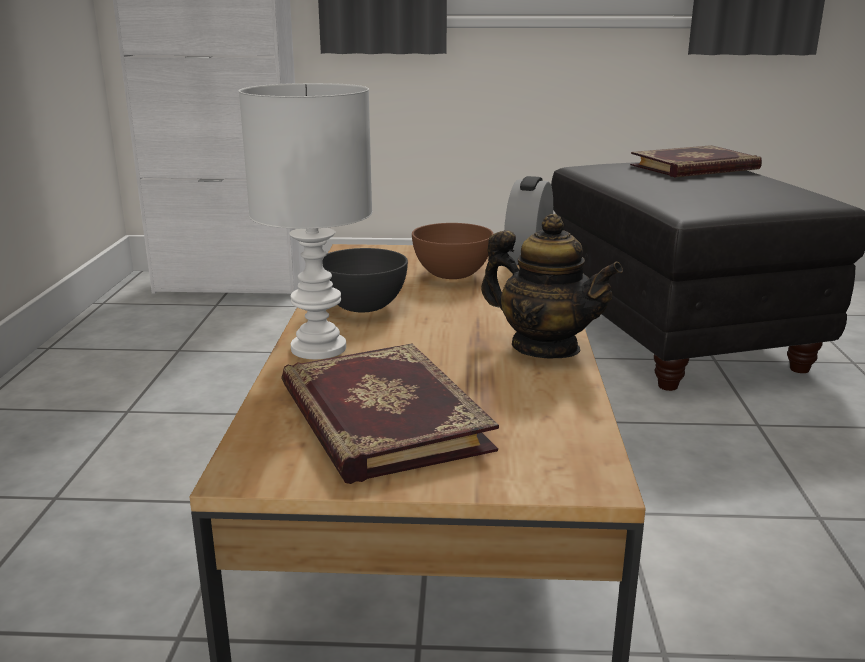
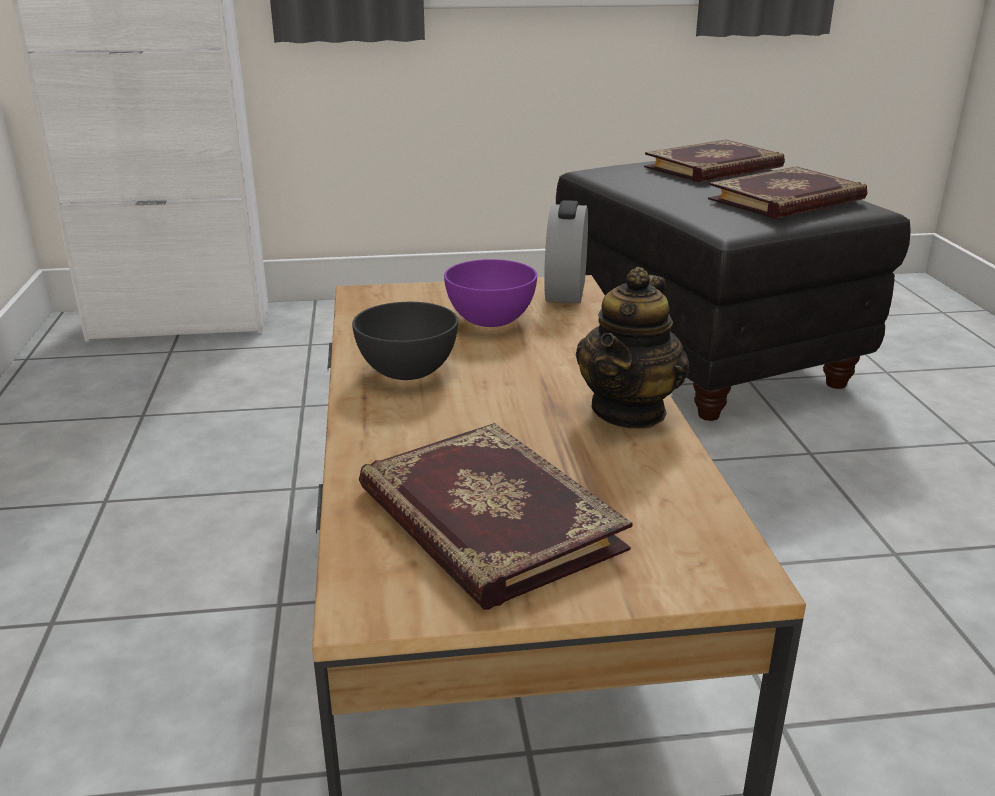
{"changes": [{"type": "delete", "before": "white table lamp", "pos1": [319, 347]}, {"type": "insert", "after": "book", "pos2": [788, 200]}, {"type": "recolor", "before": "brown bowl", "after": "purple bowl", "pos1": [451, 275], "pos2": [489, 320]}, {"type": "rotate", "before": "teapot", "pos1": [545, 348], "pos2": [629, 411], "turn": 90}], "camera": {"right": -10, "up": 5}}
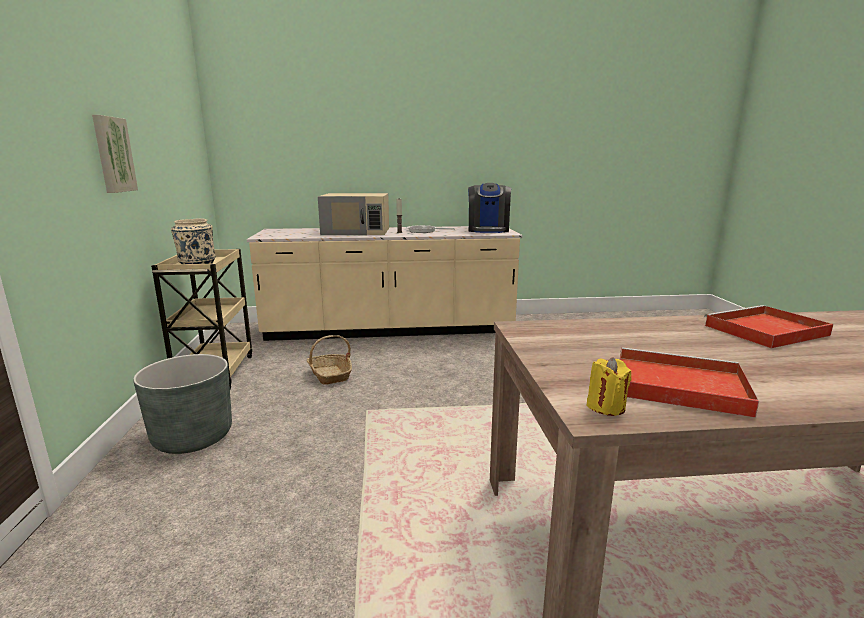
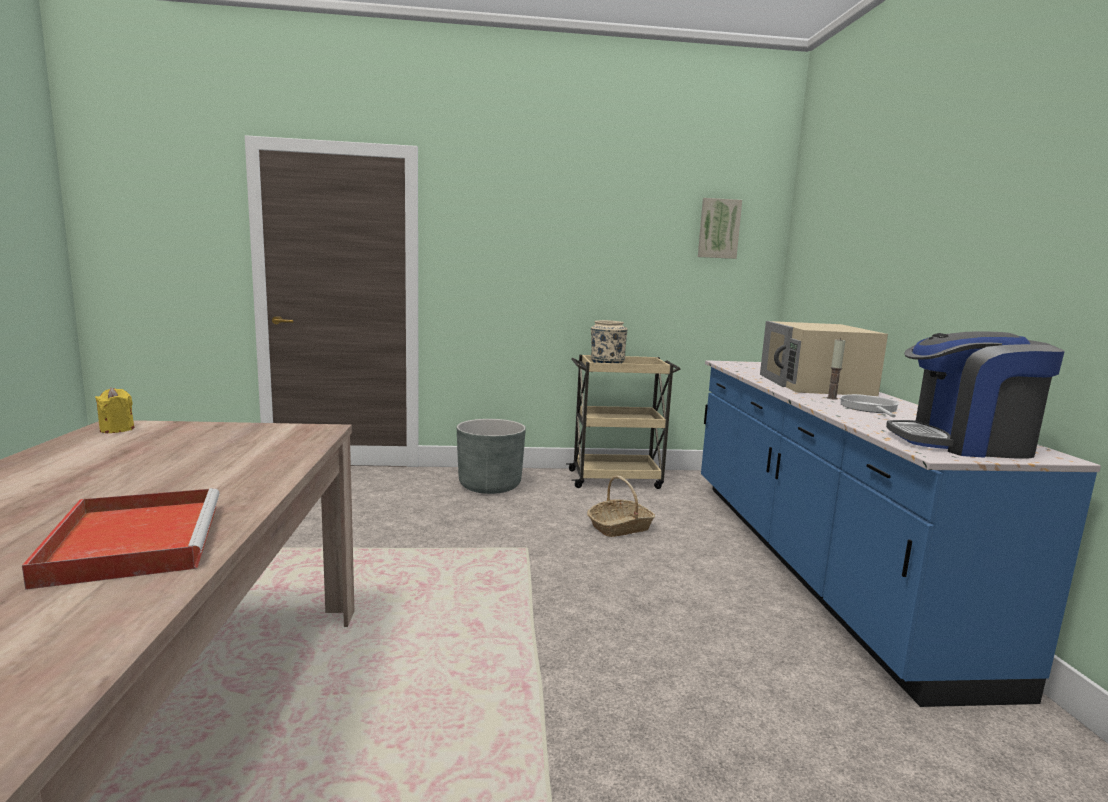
{"changes": [{"type": "delete", "before": "red tray", "pos1": [676, 385]}, {"type": "move", "before": "picture", "pos1": [113, 155], "pos2": [718, 228]}, {"type": "recolor", "before": "beige counter", "after": "blue counter", "pos1": [390, 330], "pos2": [813, 563]}], "camera": {"right": 90, "up": -5}}
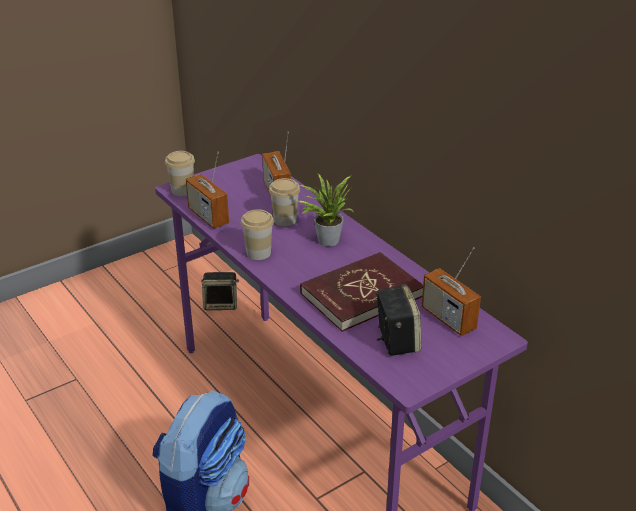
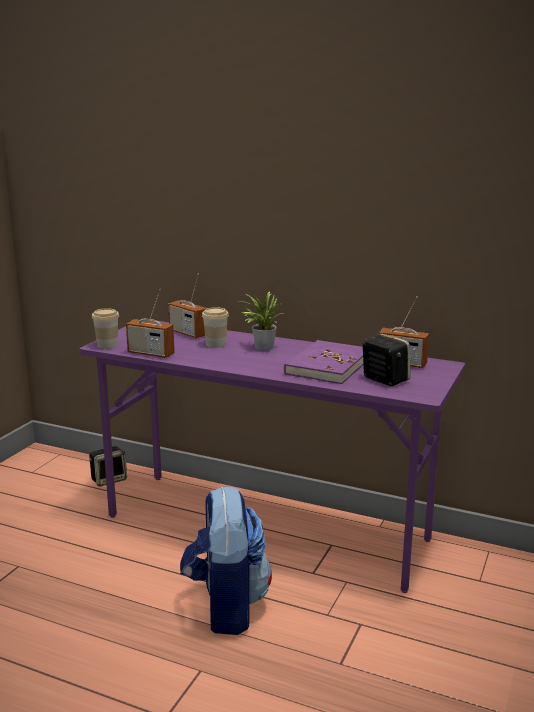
{"changes": [{"type": "delete", "before": "cup", "pos1": [258, 253]}, {"type": "recolor", "before": "red book", "after": "purple book", "pos1": [361, 295], "pos2": [328, 366]}], "camera": {"right": -30, "up": -15}}
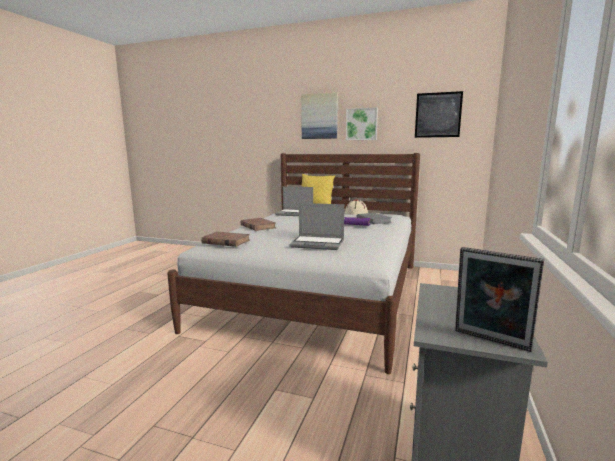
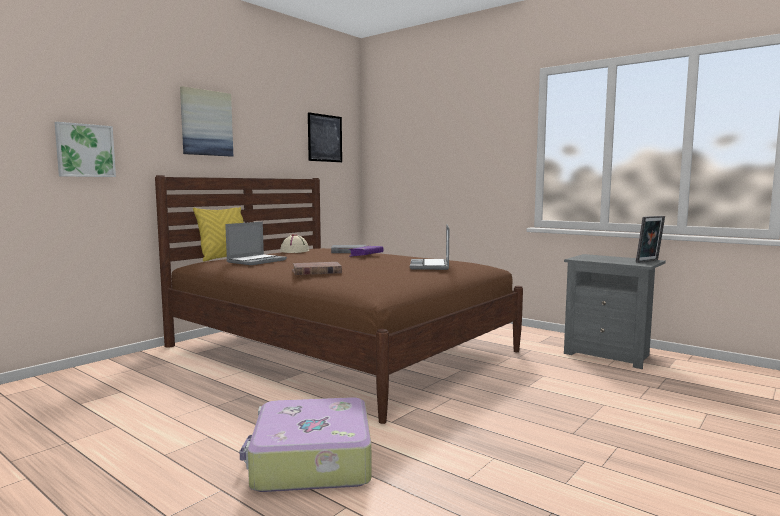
{"changes": [{"type": "delete", "before": "brown book", "pos1": [226, 242]}, {"type": "insert", "after": "suitcase", "pos2": [310, 461]}, {"type": "move", "before": "picture", "pos1": [361, 124], "pos2": [85, 150]}, {"type": "recolor", "before": "white bed", "after": "brown bed", "pos1": [318, 293], "pos2": [340, 349]}, {"type": "rotate", "before": "laptop", "pos1": [318, 244], "pos2": [430, 266], "turn": 150}], "camera": {"right": -70, "up": -5}}
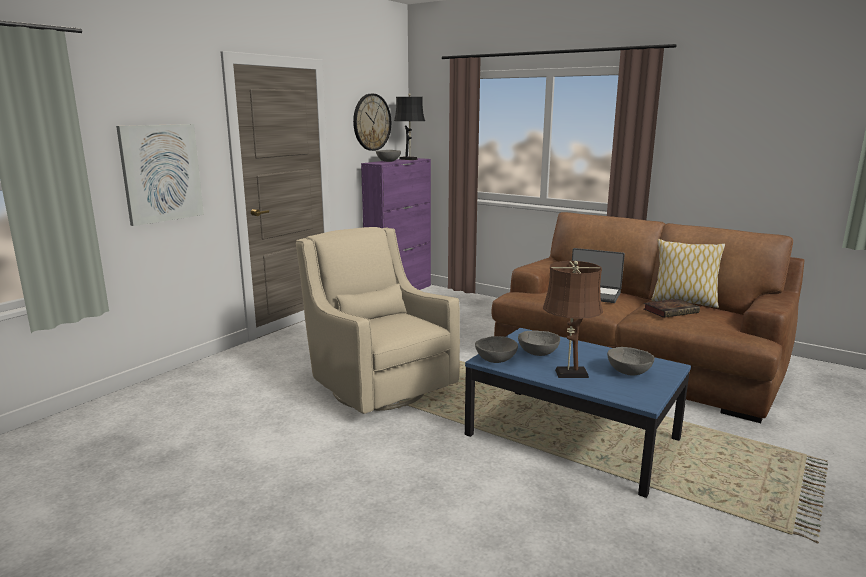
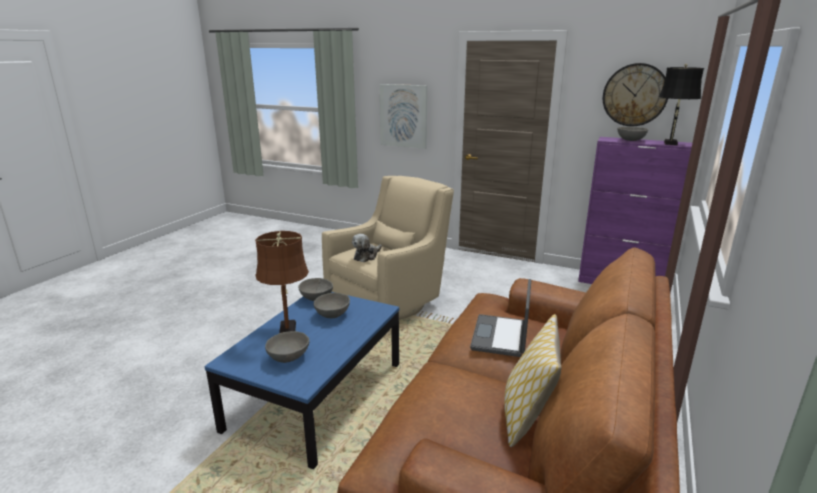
{"changes": [{"type": "delete", "before": "book", "pos1": [671, 311]}, {"type": "insert", "after": "plush toy", "pos2": [366, 256]}], "camera": {"right": 80, "up": 5}}
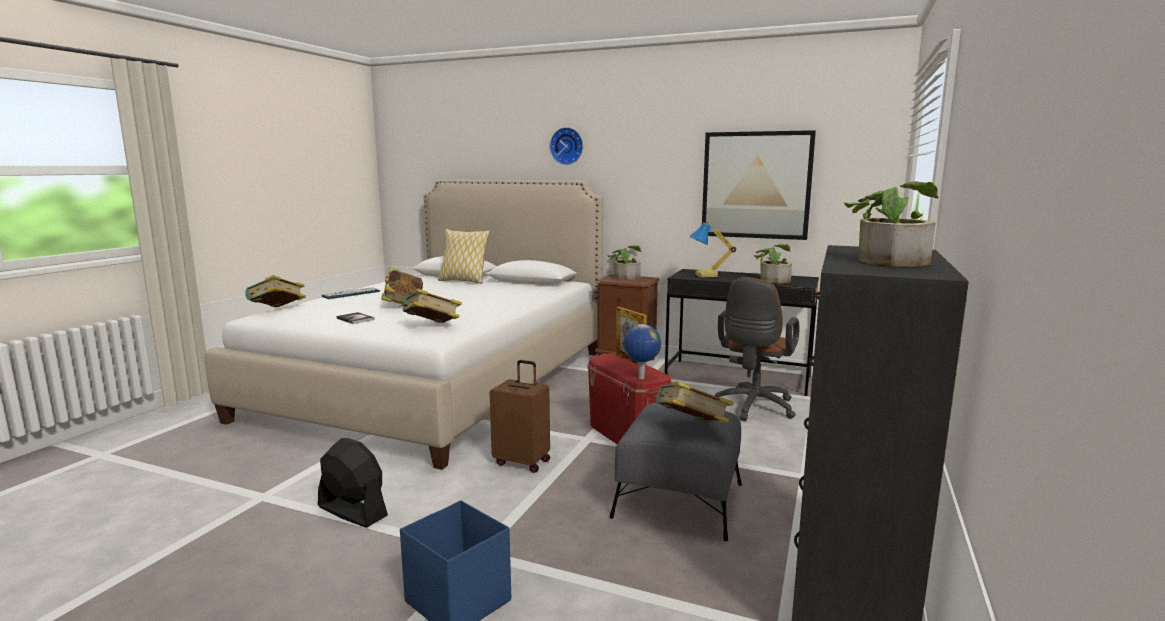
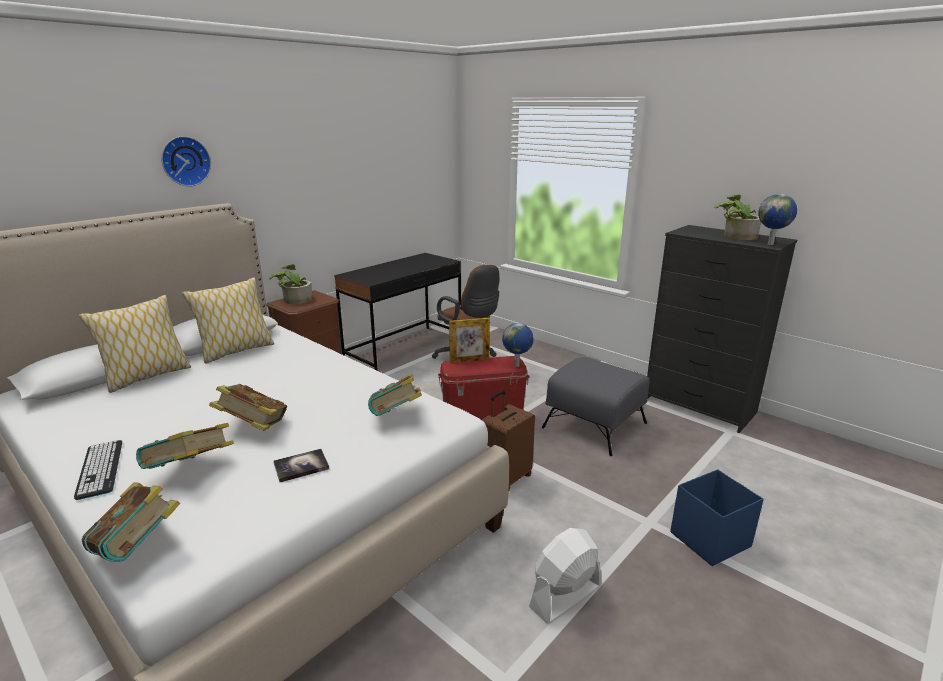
{"changes": [{"type": "delete", "before": "table lamp", "pos1": [706, 275]}, {"type": "delete", "before": "picture", "pos1": [756, 185]}, {"type": "delete", "before": "potted plant", "pos1": [772, 280]}, {"type": "insert", "after": "pillow", "pos2": [236, 351]}, {"type": "insert", "after": "globe", "pos2": [771, 244]}, {"type": "move", "before": "book", "pos1": [690, 428], "pos2": [191, 471]}, {"type": "recolor", "before": "black fan", "after": "white fan", "pos1": [352, 511], "pos2": [565, 596]}], "camera": {"right": -70, "up": 10}}
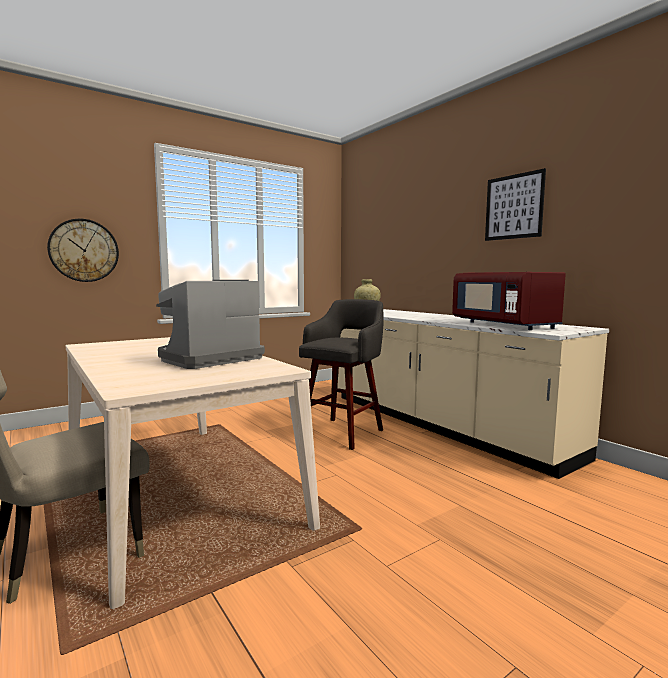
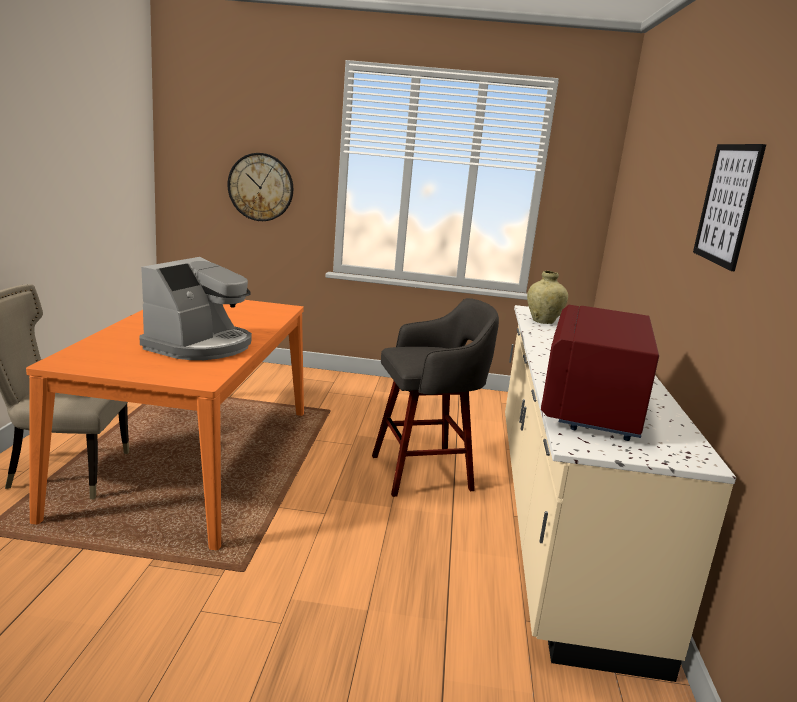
{"changes": [{"type": "recolor", "before": "beige dining table", "after": "orange dining table", "pos1": [175, 489], "pos2": [193, 458]}, {"type": "rotate", "before": "coffee machine", "pos1": [208, 359], "pos2": [200, 346], "turn": 120}], "camera": {"right": 40, "up": 10}}
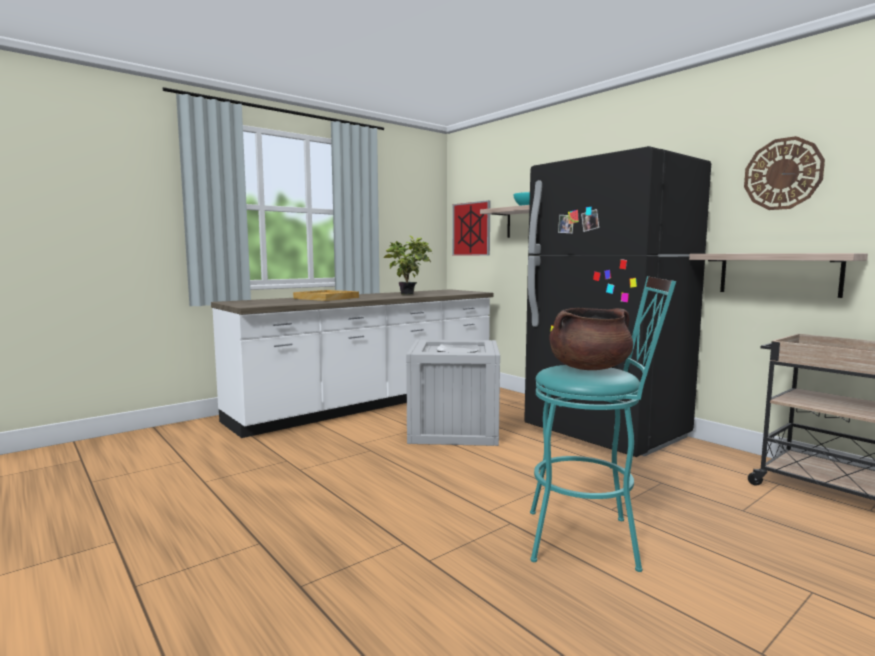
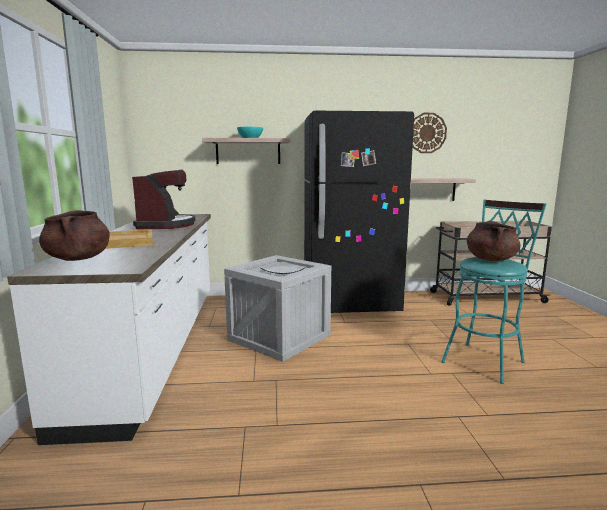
{"changes": [{"type": "delete", "before": "picture", "pos1": [471, 229]}, {"type": "insert", "after": "brown cooking pot", "pos2": [78, 259]}, {"type": "replace", "before": "potted plant", "after": "coffee machine", "pos1": [409, 294], "pos2": [166, 225]}], "camera": {"right": -55, "up": 5}}
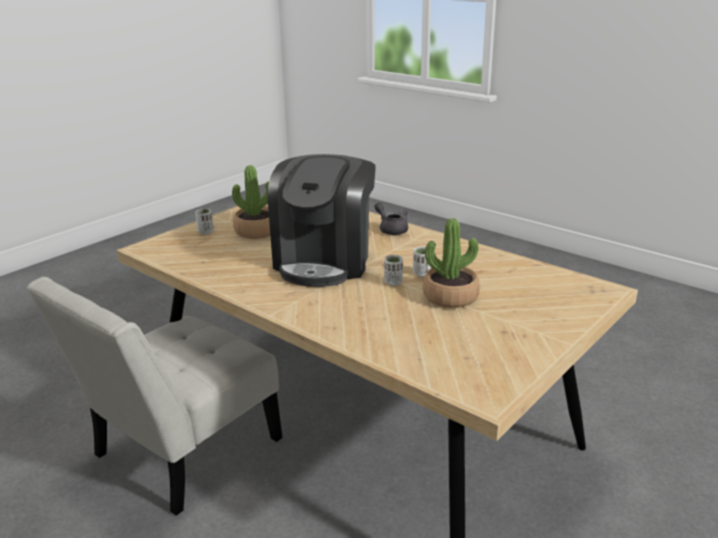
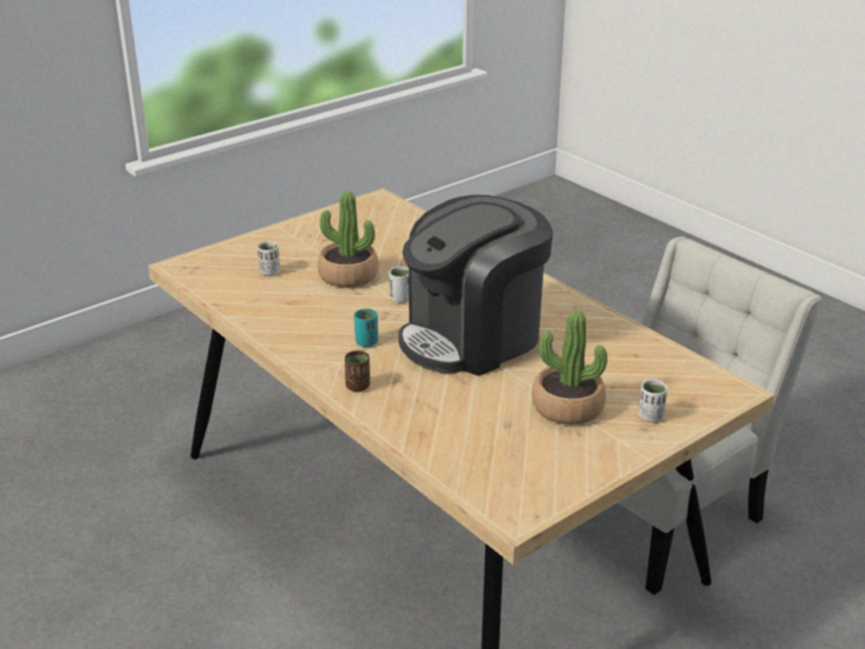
{"changes": [{"type": "insert", "after": "turquoise cup", "pos2": [366, 342]}, {"type": "move", "before": "white cup", "pos1": [421, 273], "pos2": [270, 272]}, {"type": "replace", "before": "grey teapot", "after": "brown cup", "pos1": [391, 229], "pos2": [358, 386]}, {"type": "rotate", "before": "coffee machine", "pos1": [324, 261], "pos2": [472, 338], "turn": -150}], "camera": {"right": -170, "up": 5}}
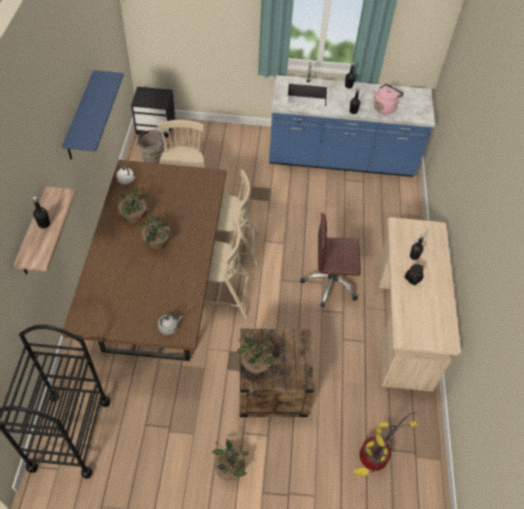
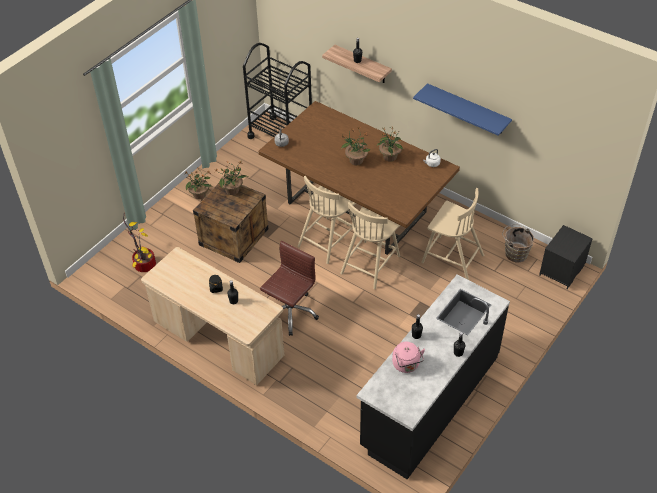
{"changes": [{"type": "recolor", "before": "blue counter", "after": "black counter", "pos1": [341, 160], "pos2": [429, 401]}], "camera": {"right": 125, "up": -5}}
